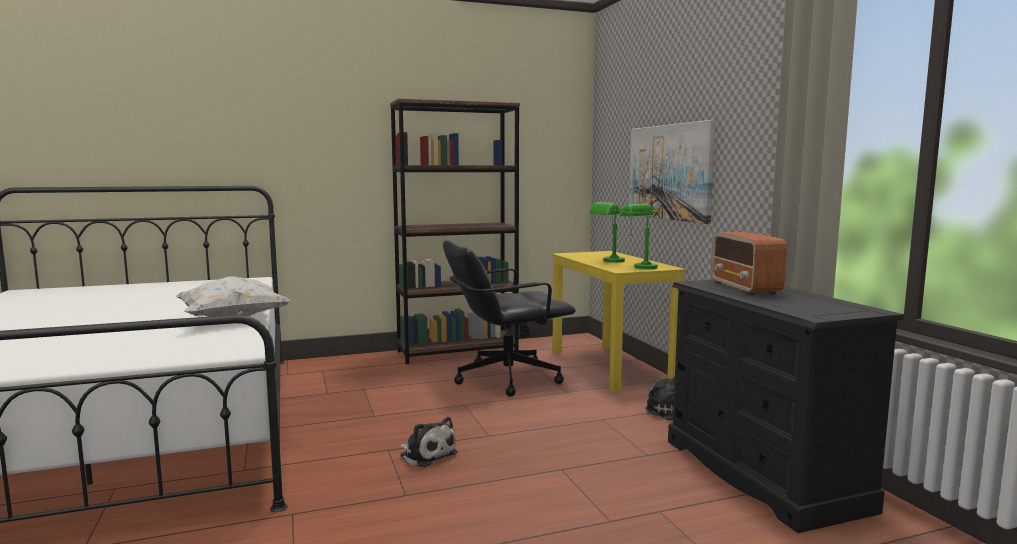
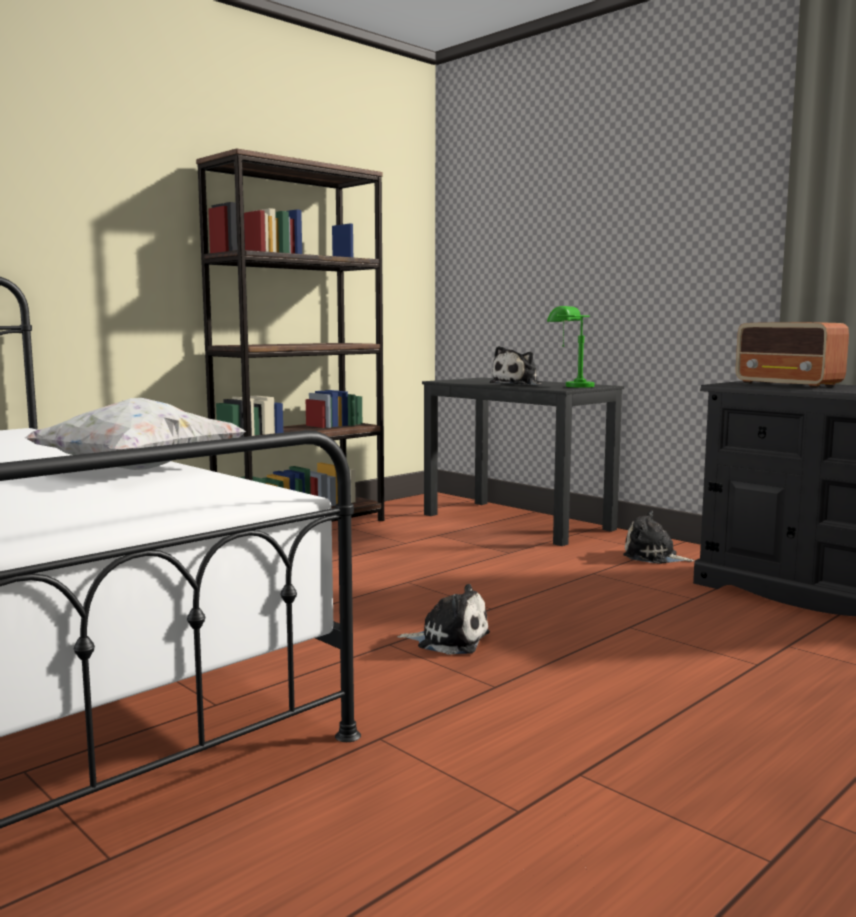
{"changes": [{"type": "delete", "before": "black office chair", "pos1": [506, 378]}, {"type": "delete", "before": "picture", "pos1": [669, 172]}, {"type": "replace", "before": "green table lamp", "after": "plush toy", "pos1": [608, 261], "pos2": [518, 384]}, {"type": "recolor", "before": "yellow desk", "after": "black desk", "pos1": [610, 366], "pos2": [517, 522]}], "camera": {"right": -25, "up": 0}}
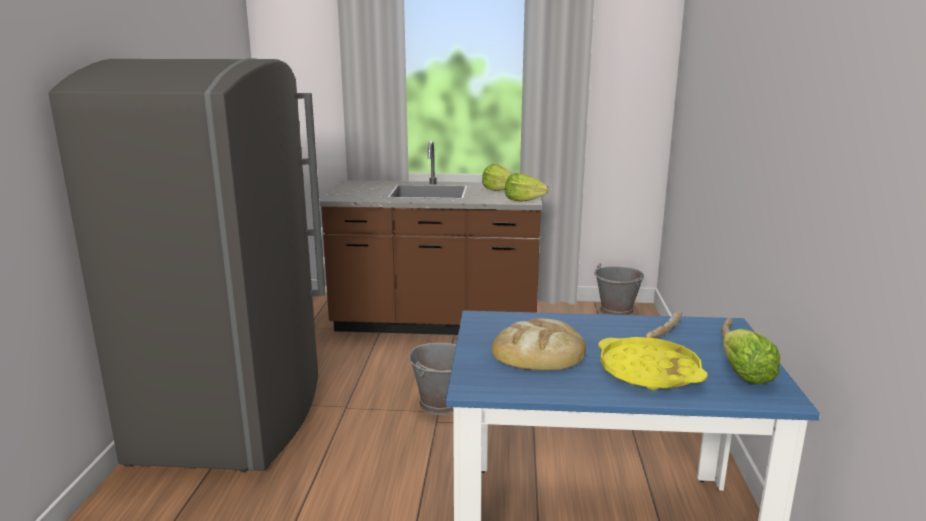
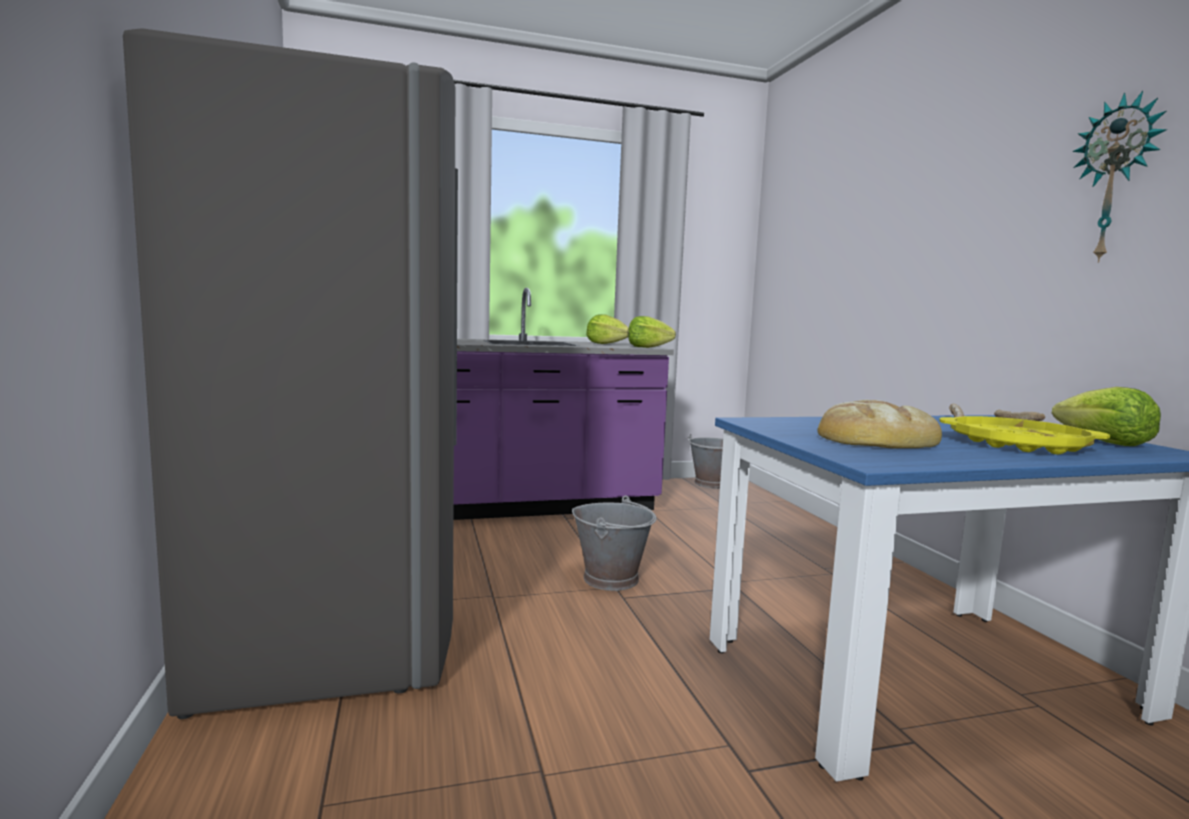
{"changes": [{"type": "insert", "after": "wall clock", "pos2": [1116, 179]}, {"type": "recolor", "before": "brown counter", "after": "purple counter", "pos1": [436, 323], "pos2": [533, 506]}], "camera": {"right": -20, "up": -10}}
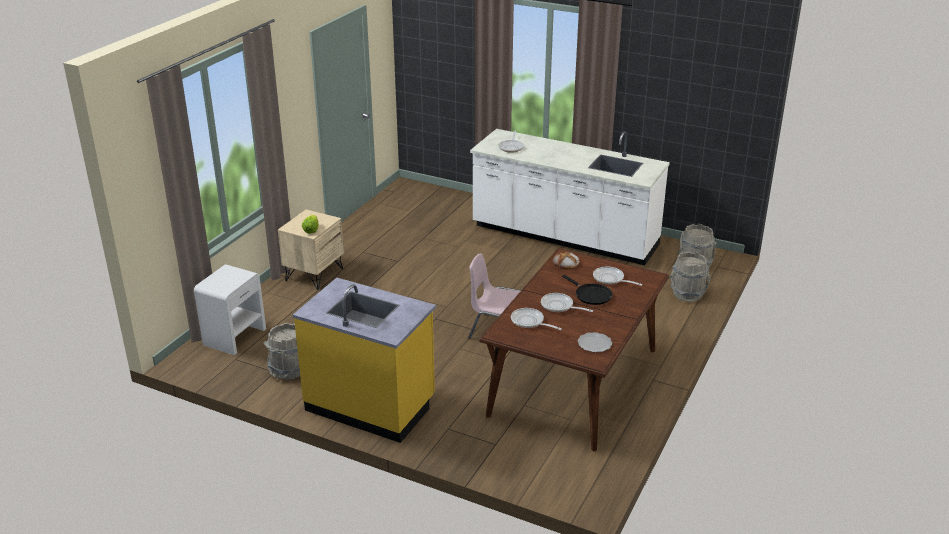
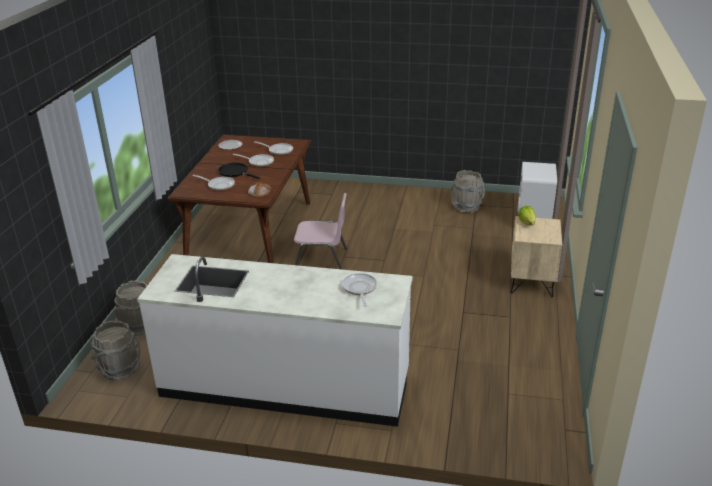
{"changes": [{"type": "delete", "before": "yellow counter", "pos1": [371, 405]}], "camera": {"right": 165, "up": 0}}
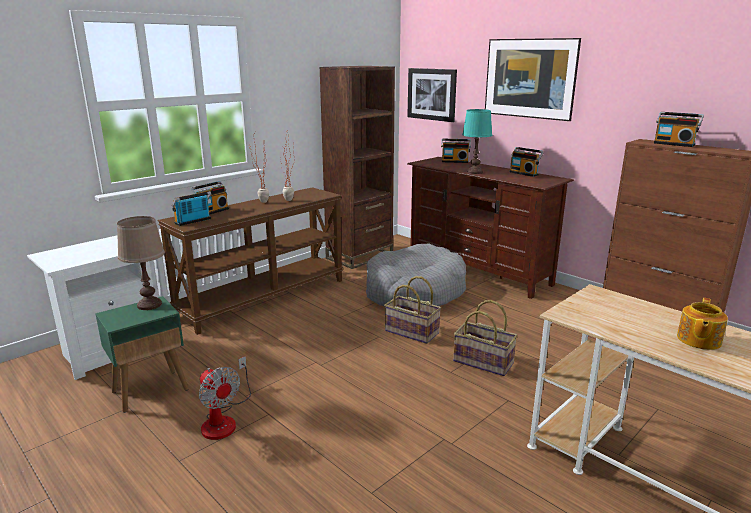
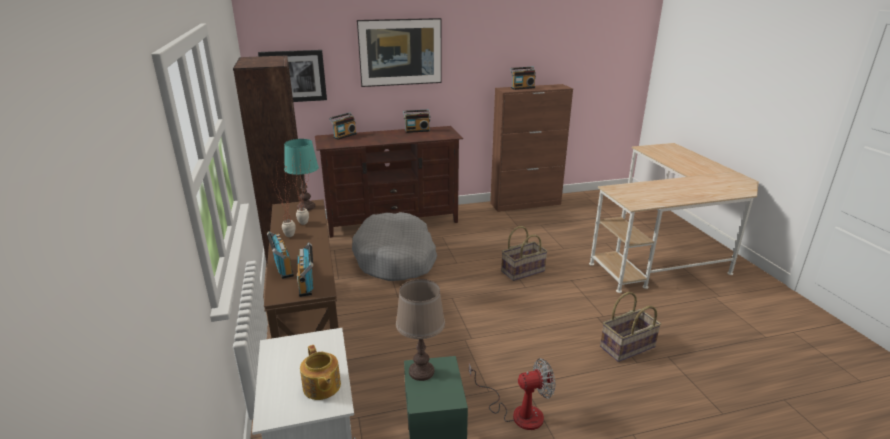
{"changes": [{"type": "move", "before": "basket", "pos1": [411, 332], "pos2": [627, 347]}, {"type": "move", "before": "turquoise table lamp", "pos1": [475, 172], "pos2": [306, 207]}, {"type": "move", "before": "teapot", "pos1": [698, 340], "pos2": [321, 387]}], "camera": {"right": -60, "up": 5}}
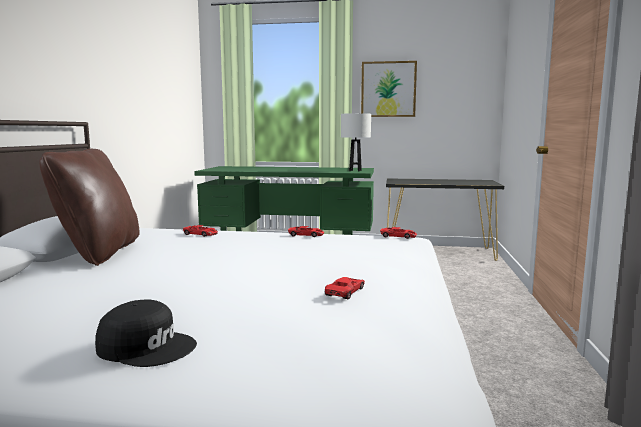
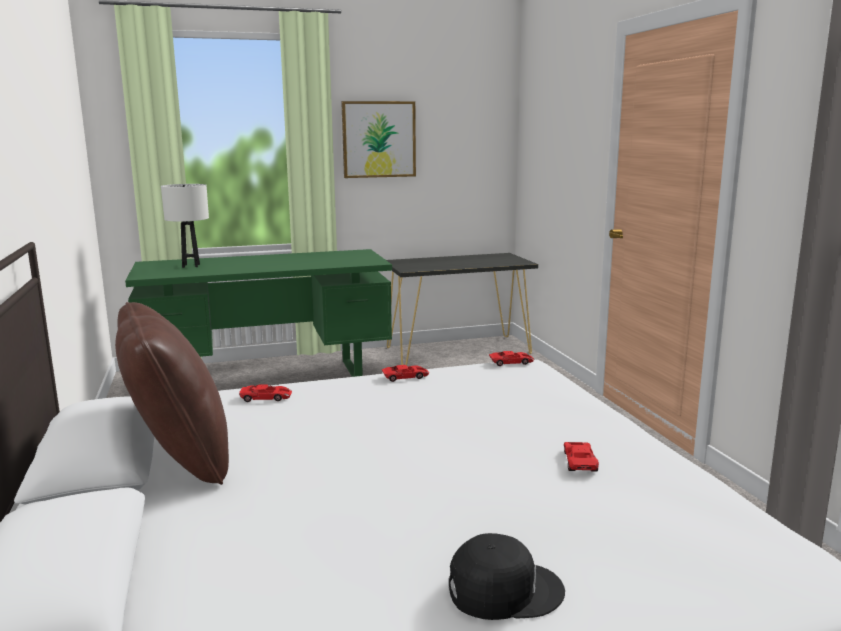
{"changes": [{"type": "move", "before": "white table lamp", "pos1": [355, 171], "pos2": [190, 266]}], "camera": {"right": -25, "up": 5}}
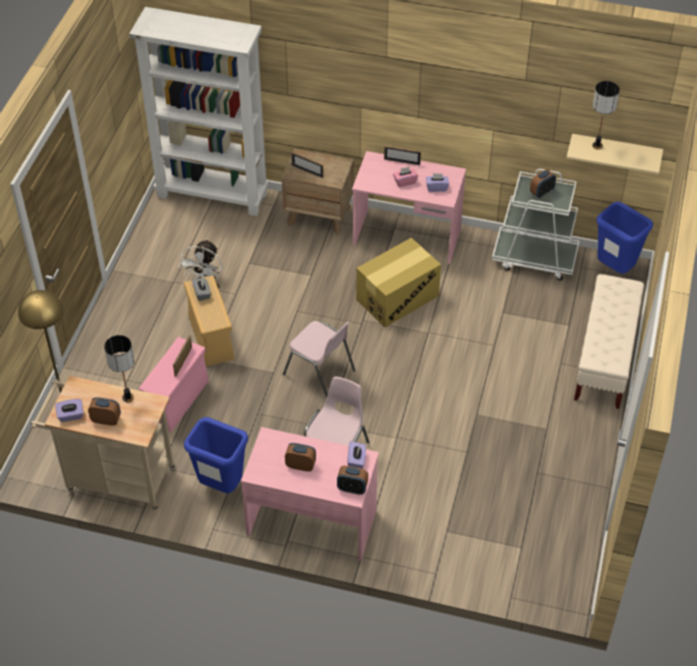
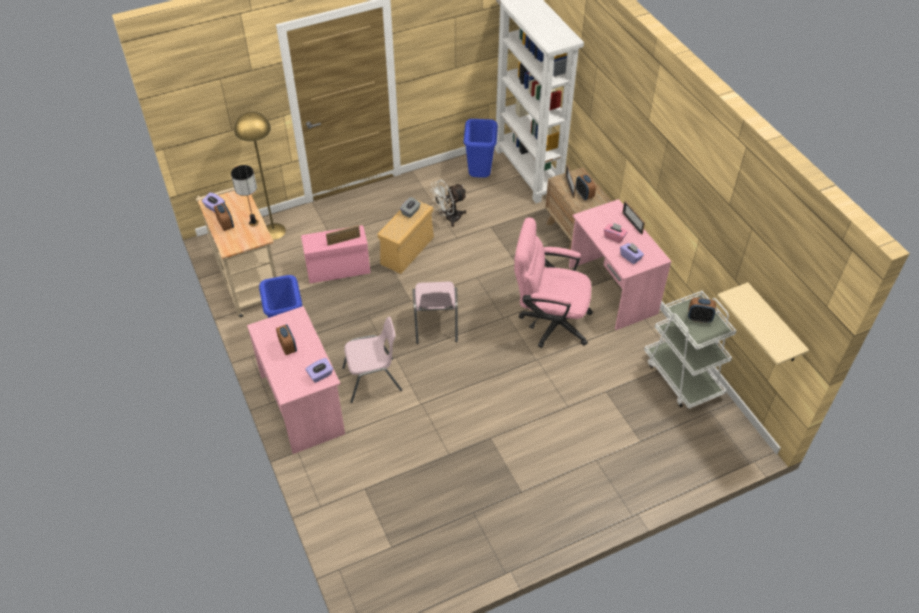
{"changes": [{"type": "delete", "before": "beige bench", "pos1": [604, 359]}, {"type": "delete", "before": "table lamp", "pos1": [597, 145]}, {"type": "move", "before": "alarm clock", "pos1": [352, 488], "pos2": [584, 195]}, {"type": "move", "before": "blue trash can", "pos1": [615, 270], "pos2": [479, 176]}, {"type": "replace", "before": "cardboard box", "after": "pink office chair", "pos1": [397, 298], "pos2": [549, 321]}], "camera": {"right": 50, "up": 0}}
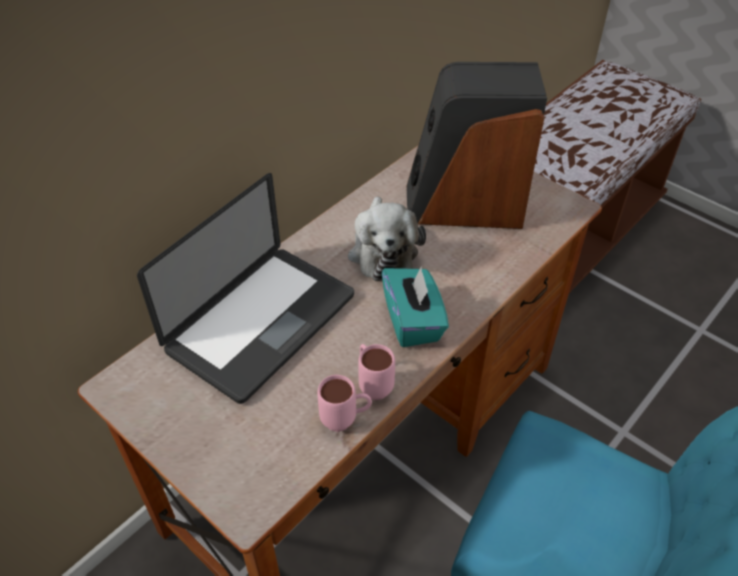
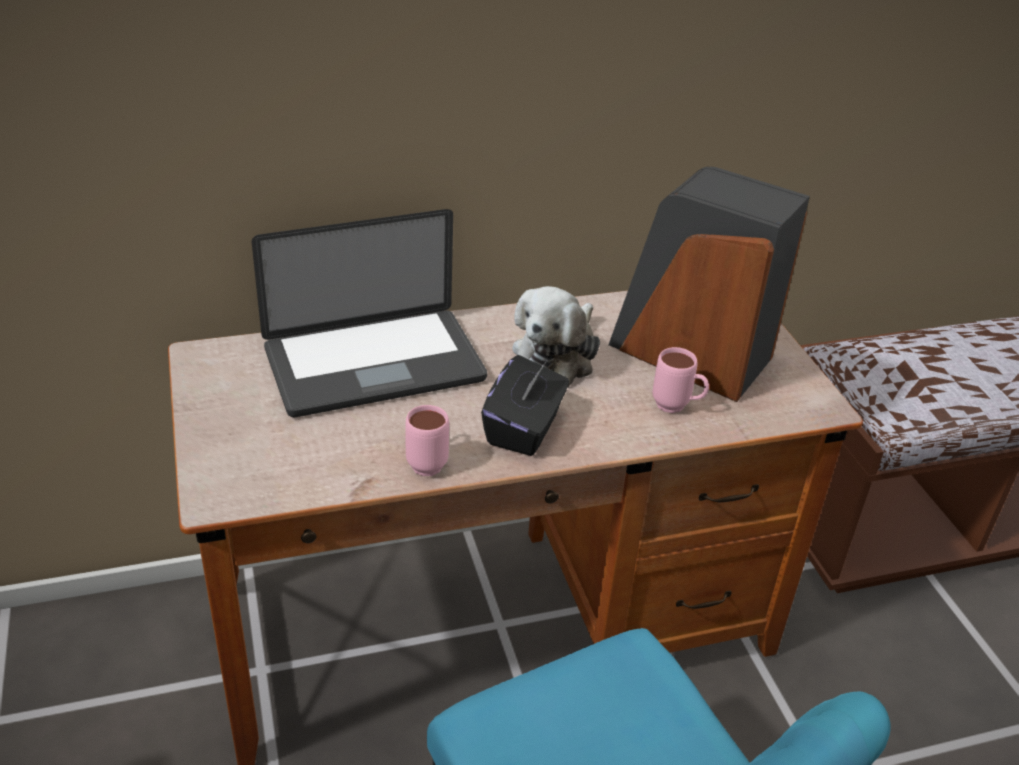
{"changes": [{"type": "move", "before": "pink mug", "pos1": [345, 421], "pos2": [677, 408]}, {"type": "recolor", "before": "turquoise tissue box", "after": "black tissue box", "pos1": [413, 321], "pos2": [524, 429]}], "camera": {"right": 30, "up": -10}}
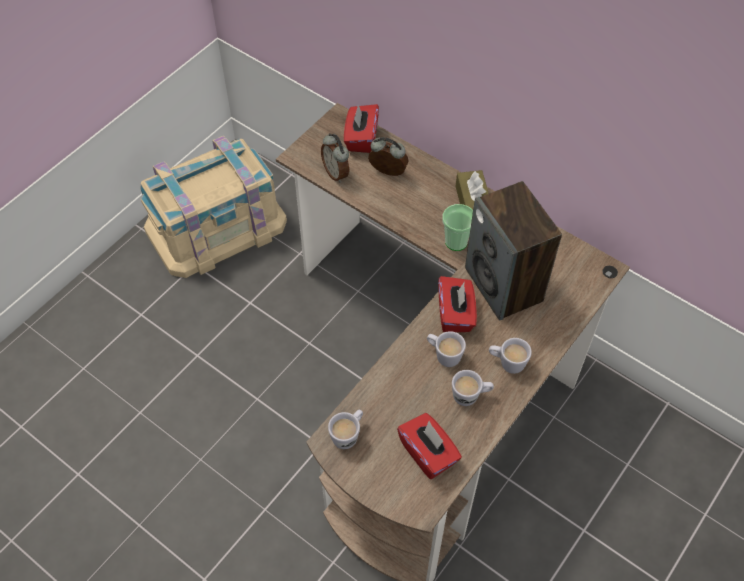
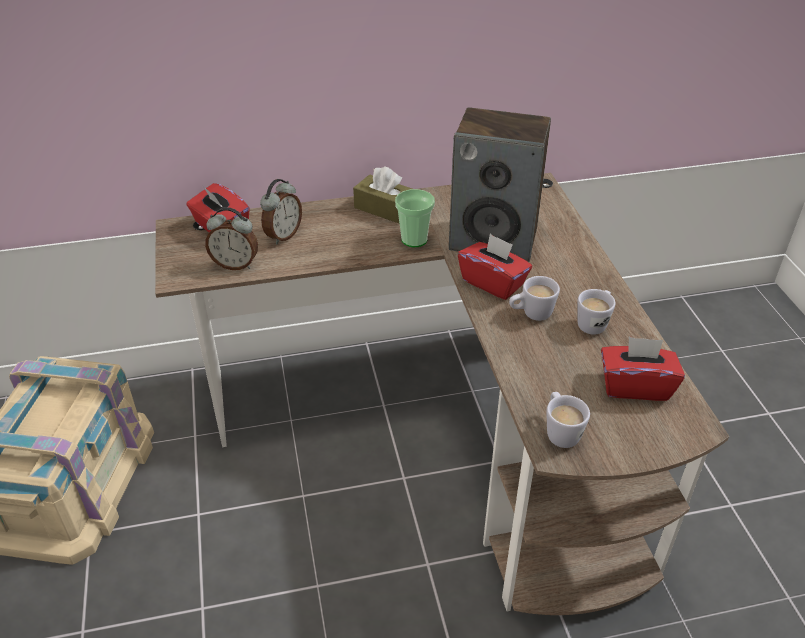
{"changes": [{"type": "delete", "before": "white mug", "pos1": [507, 363]}, {"type": "rotate", "before": "alarm clock", "pos1": [387, 173], "pos2": [283, 235], "turn": 150}], "camera": {"right": -50, "up": -15}}
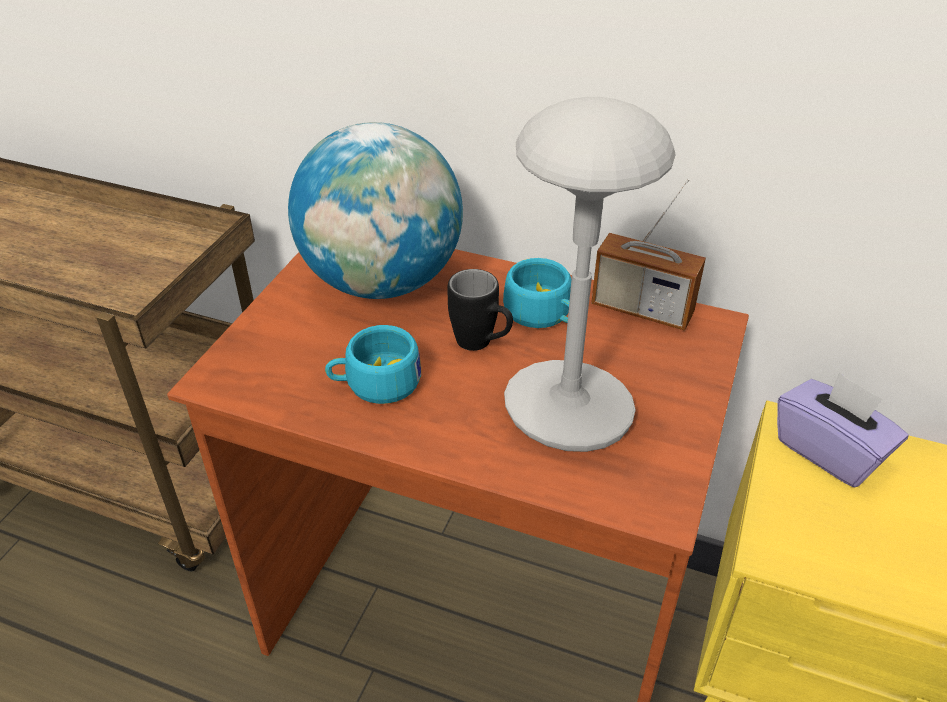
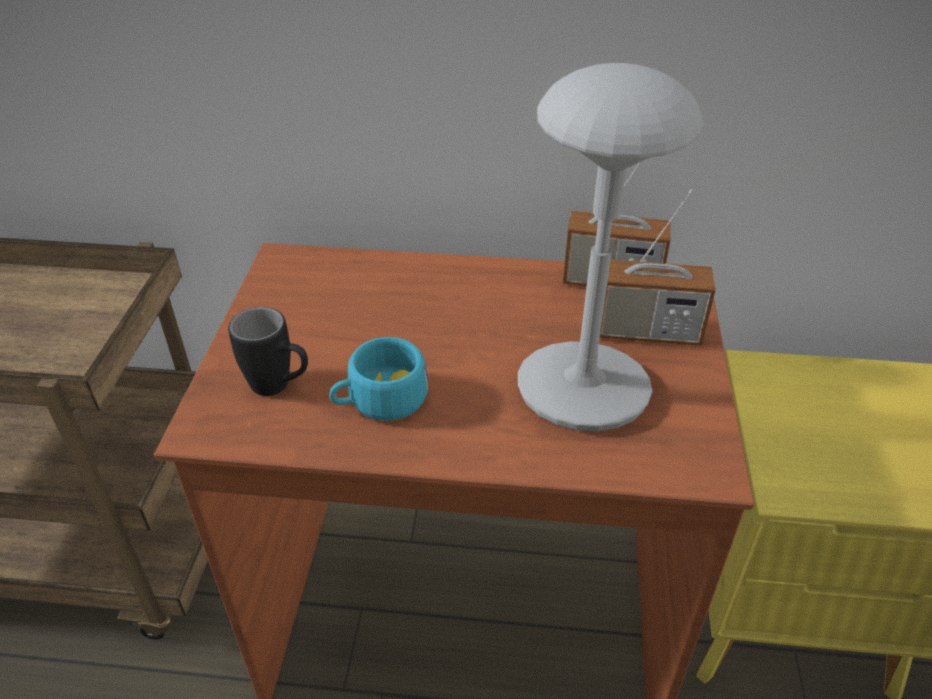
{"changes": [{"type": "delete", "before": "globe", "pos1": [382, 282]}, {"type": "delete", "before": "turquoise cup", "pos1": [543, 314]}, {"type": "delete", "before": "purple tissue box", "pos1": [829, 451]}, {"type": "insert", "after": "radio", "pos2": [647, 332]}, {"type": "move", "before": "black mug", "pos1": [482, 345], "pos2": [280, 387]}], "camera": {"right": -15, "up": 0}}
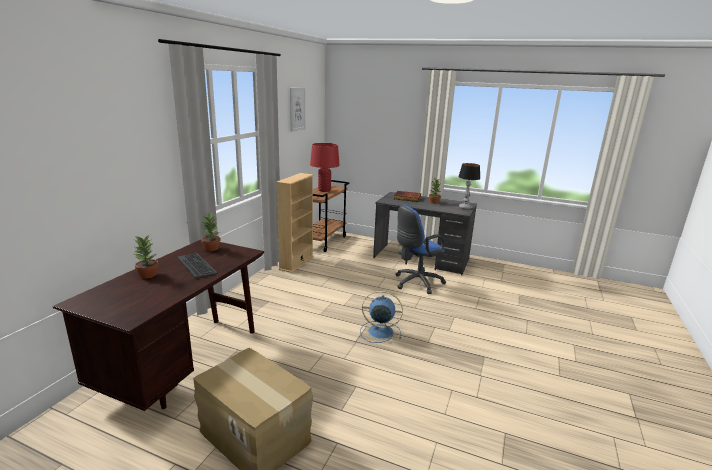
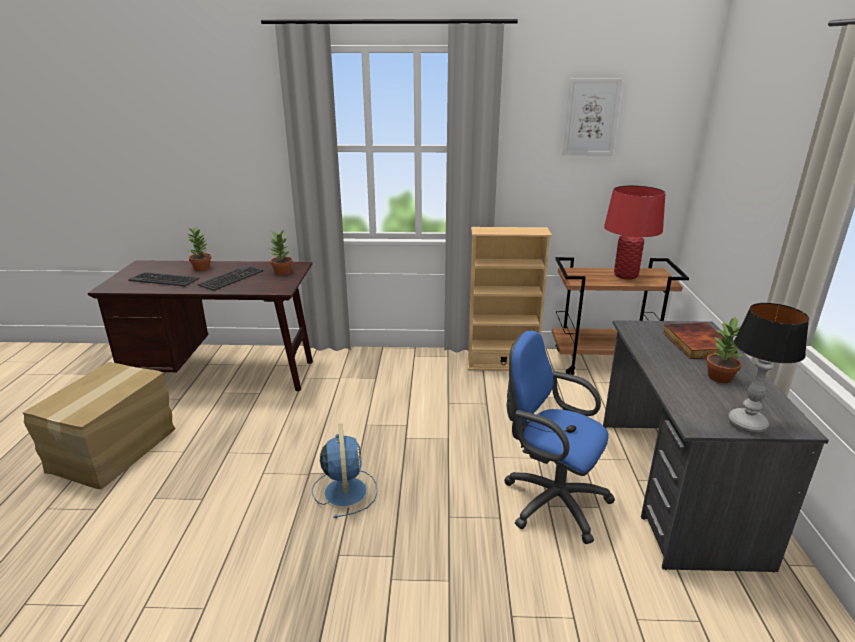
{"changes": [{"type": "insert", "after": "keyboard", "pos2": [164, 280]}], "camera": {"right": 70, "up": 5}}
